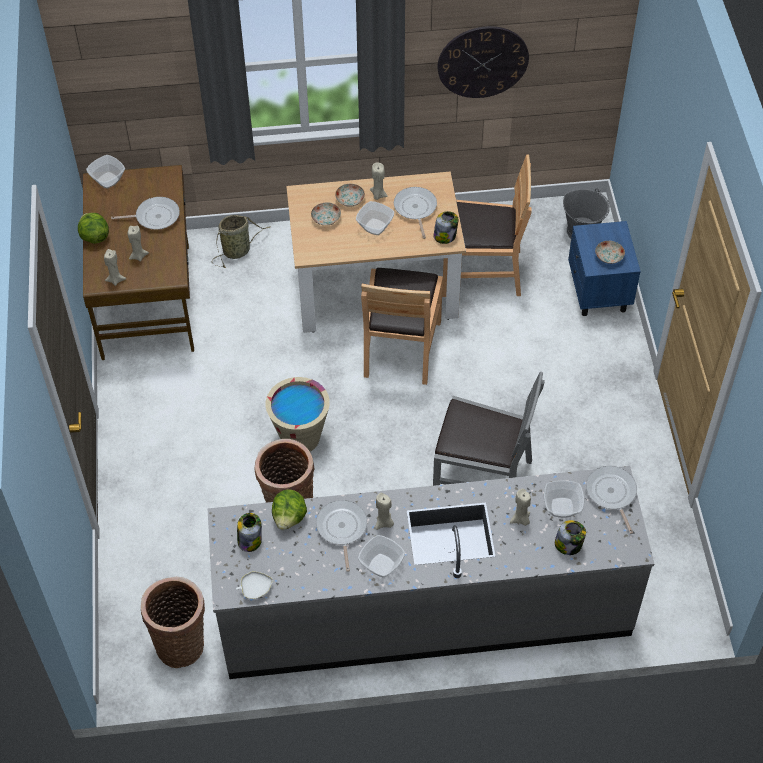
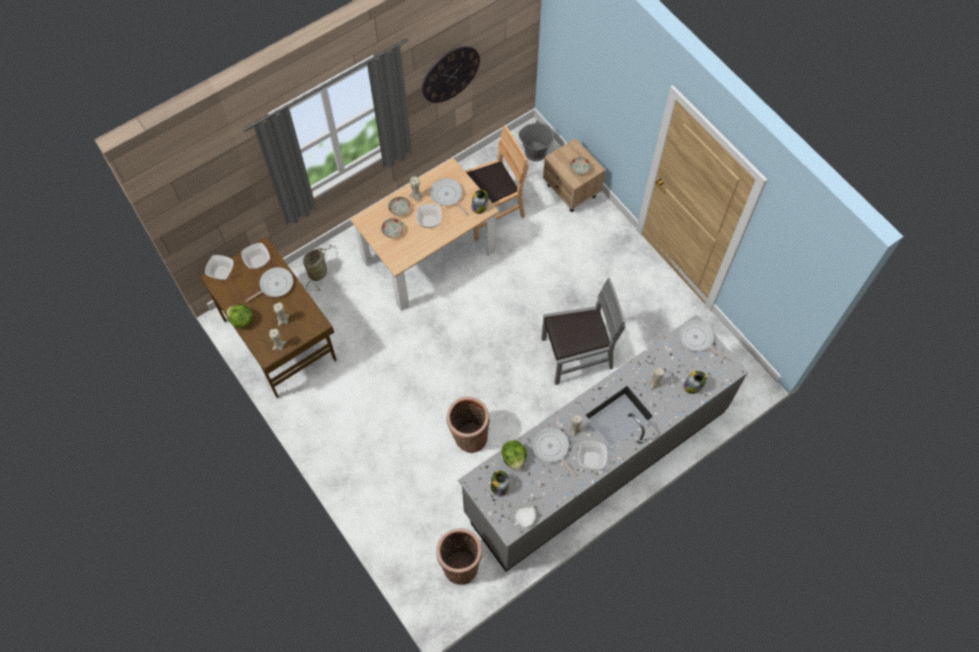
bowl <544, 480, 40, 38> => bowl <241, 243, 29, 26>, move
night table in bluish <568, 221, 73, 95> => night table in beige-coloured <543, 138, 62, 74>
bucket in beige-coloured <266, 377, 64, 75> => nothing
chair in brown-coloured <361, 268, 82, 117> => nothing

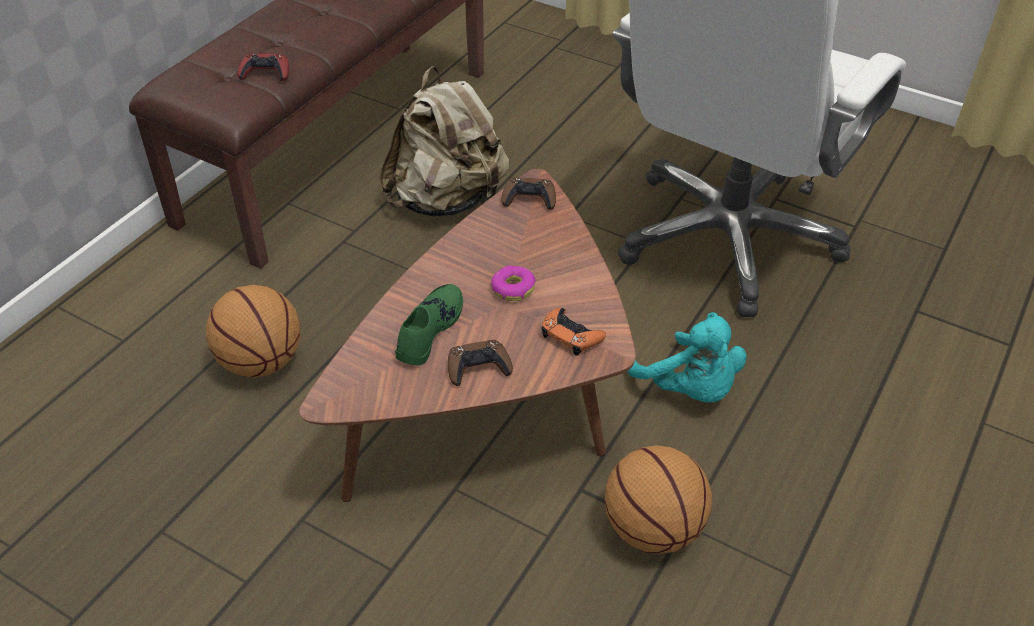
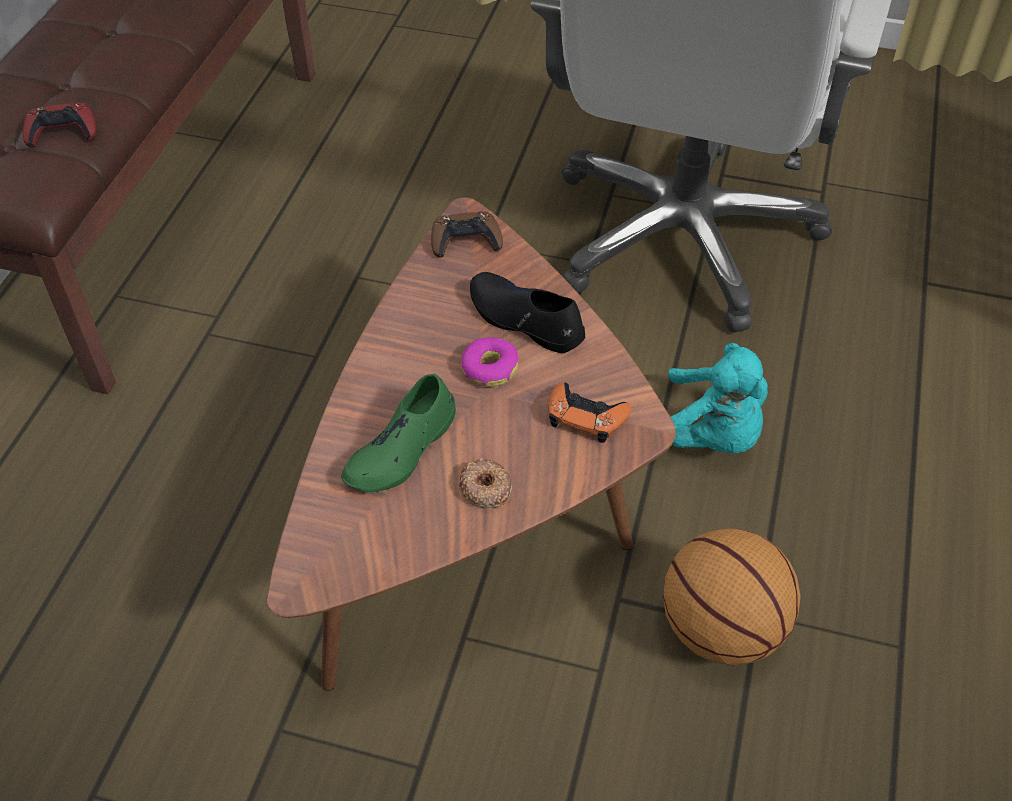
low shoe in green <395, 284, 68, 81> => low shoe in green <341, 374, 115, 118>, 150 degrees counterclockwise
game controller in brown-coloured <448, 340, 65, 46> => ring doughnut <459, 458, 53, 50>
nothing => low shoe in blackish <470, 272, 115, 81>
ball for basketball <206, 285, 95, 93> => nothing
knapsack in beige-coloured <379, 66, 130, 151> => nothing

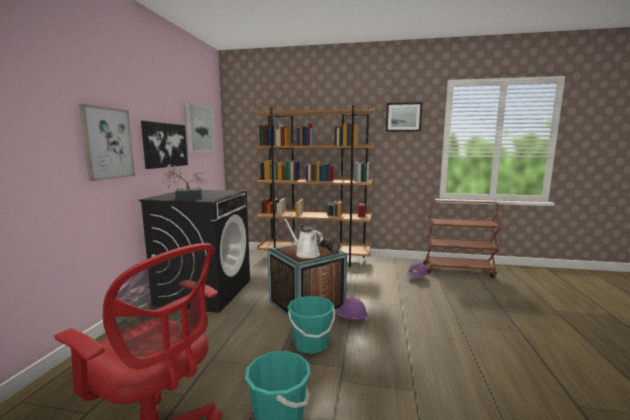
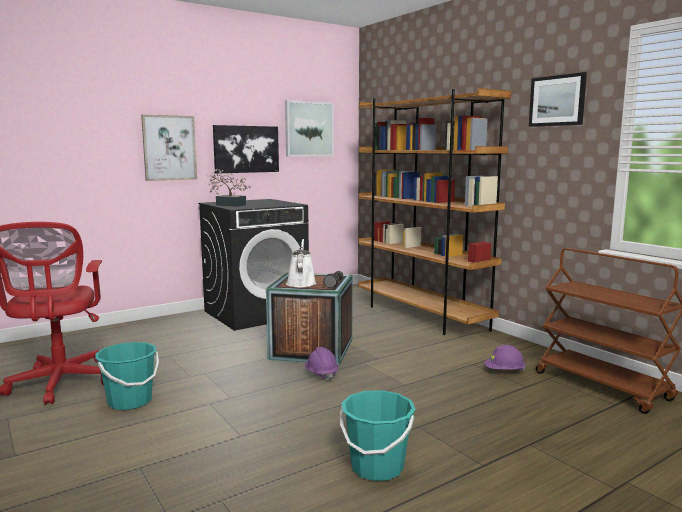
bucket in turquoise <288, 296, 47, 58> => bucket in turquoise <340, 390, 75, 91>, move

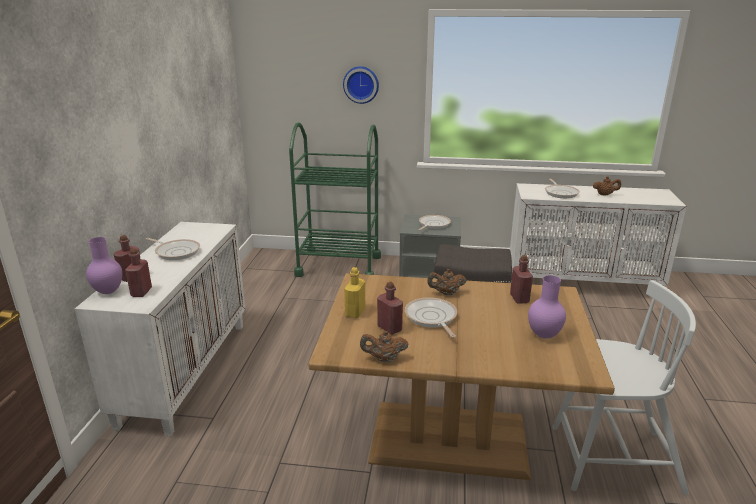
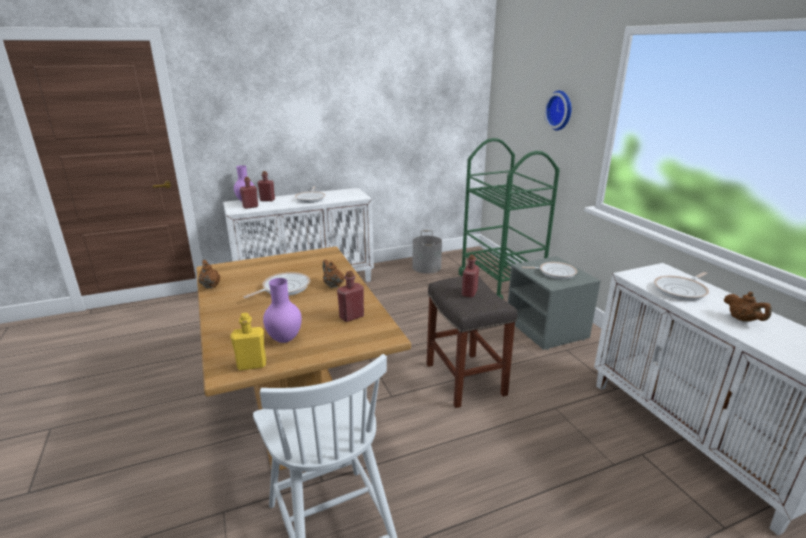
bottle in yellow-coloured <344, 267, 21, 51> => bottle in yellow-coloured <230, 313, 36, 57>, move
nothing => bucket in greyish <412, 230, 30, 44>
bottle in red <377, 282, 26, 53> => bottle in red <462, 255, 17, 43>, move

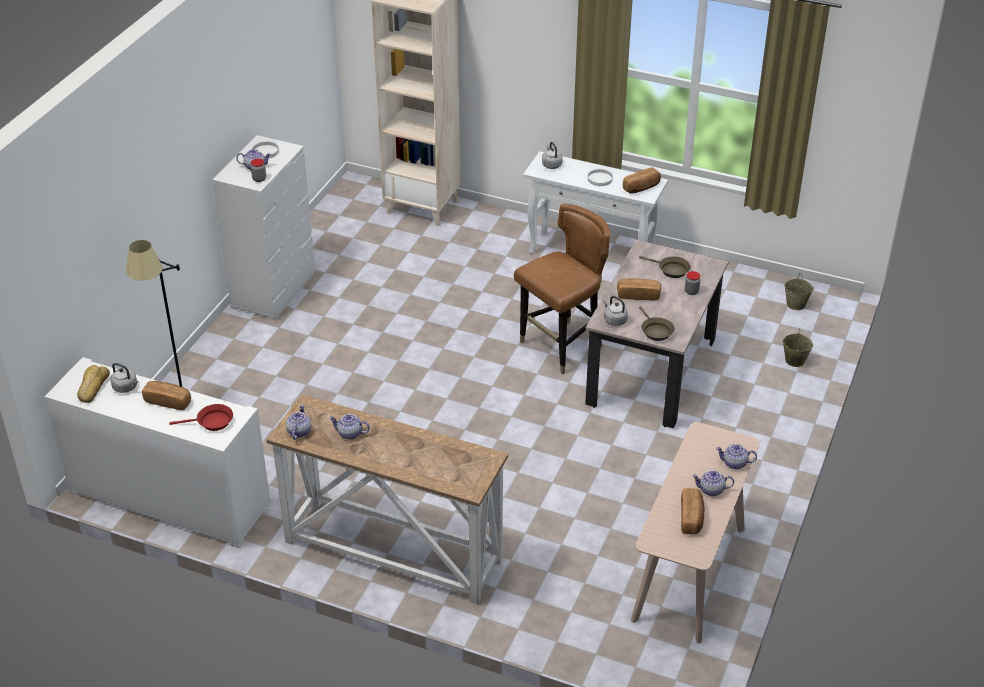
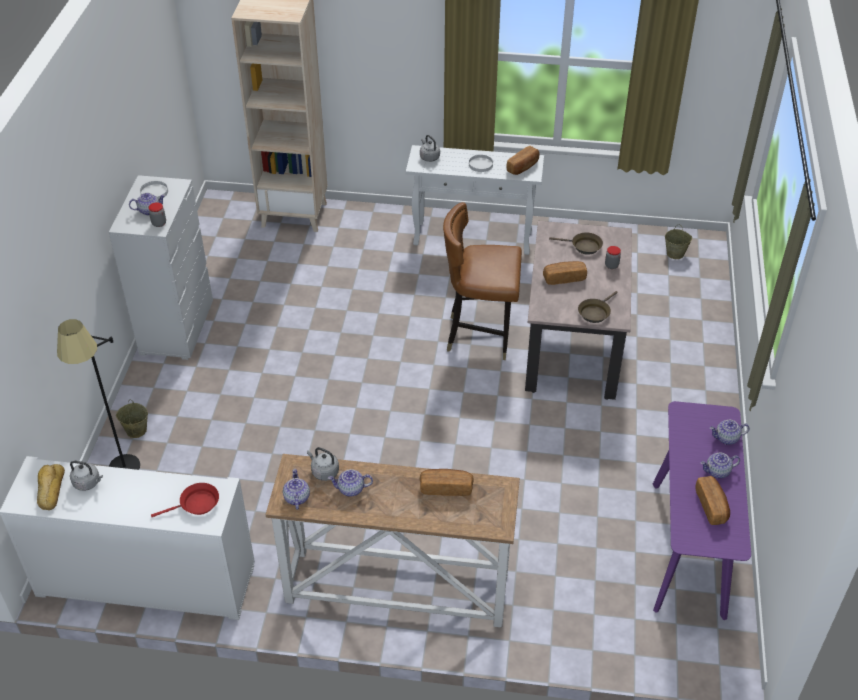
bucket in beige-coloured <782, 328, 31, 39> => bucket in beige-coloured <116, 399, 32, 39>, move
water kettle in greyish <603, 296, 25, 30> => water kettle in greyish <307, 447, 32, 34>, move
bakery bread <142, 381, 49, 29> => bakery bread <420, 469, 54, 27>, move
chair in brown-coloured <514, 204, 96, 170> => chair in brown-coloured <443, 202, 79, 158>, 120 degrees counterclockwise
pan in brown-coloured <639, 306, 35, 35> => pan in brown-coloured <578, 291, 40, 32>, 75 degrees clockwise
narrow table in beige-coloured <631, 422, 129, 221> => narrow table in purple-coloured <653, 401, 98, 219>

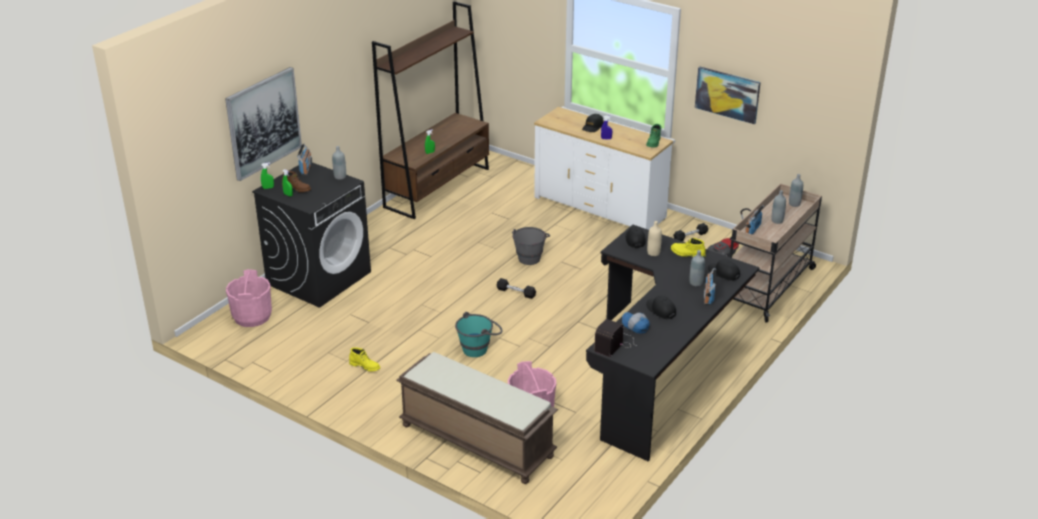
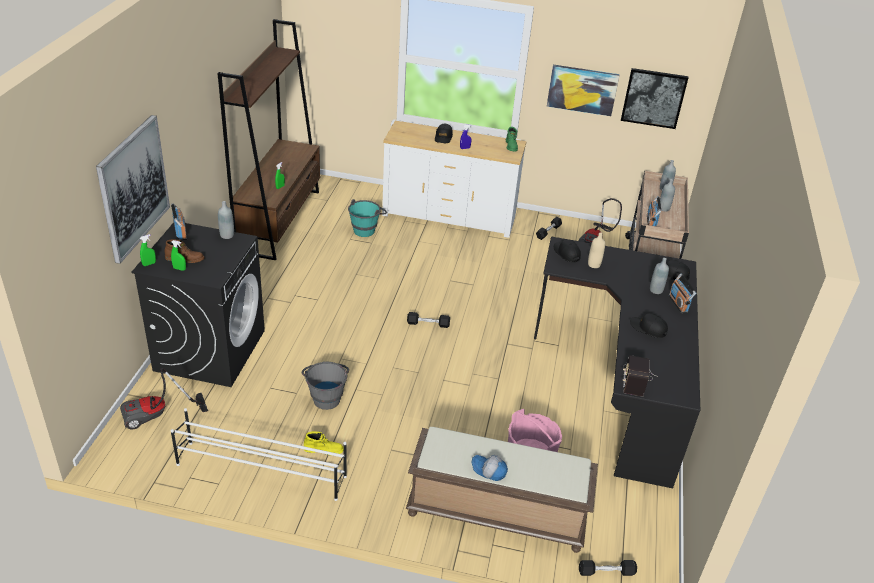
bucket in pinkish <226, 269, 46, 58> => vacuum <120, 368, 88, 62>
nothing => shoe stand in whitish <171, 408, 176, 93>
bucket in greyish <512, 227, 38, 38> => bucket in greyish <302, 362, 47, 48>, move
bucket in turquoise <455, 312, 48, 45> => bucket in turquoise <348, 199, 39, 38>, move
baseball cap <622, 312, 28, 22> => baseball cap <472, 455, 36, 26>, move
nothing => free weight in blackish <579, 560, 58, 16>
nothing => picture <621, 68, 67, 61>
tall boot in yellow-coloured <671, 238, 35, 20> => nothing

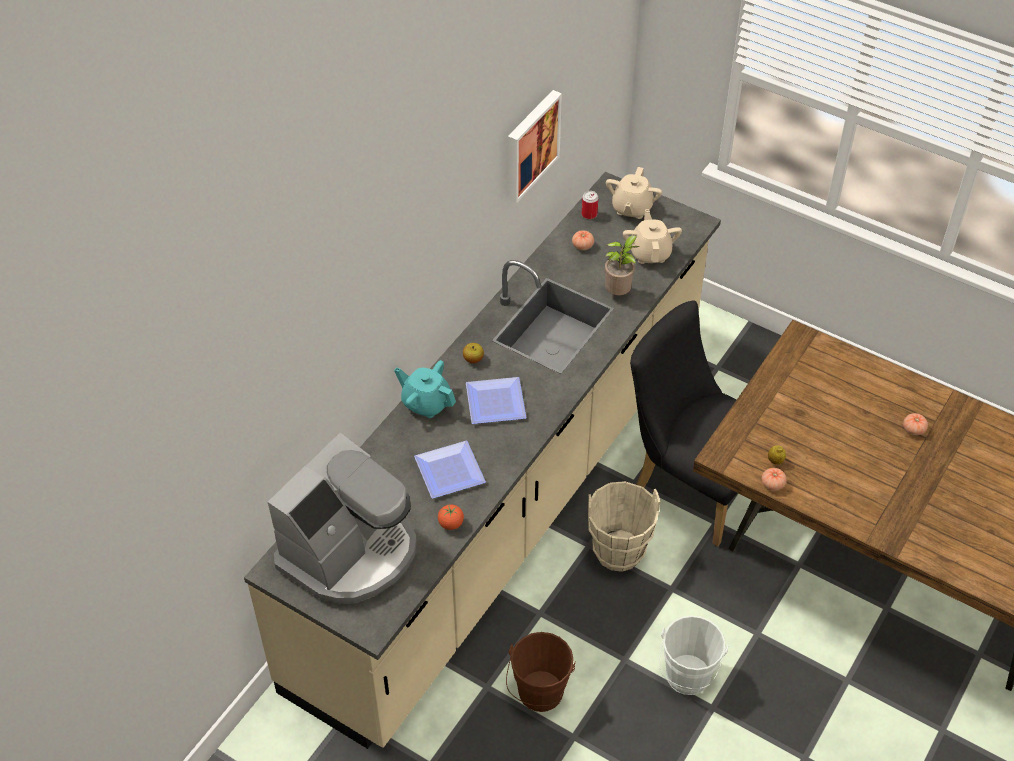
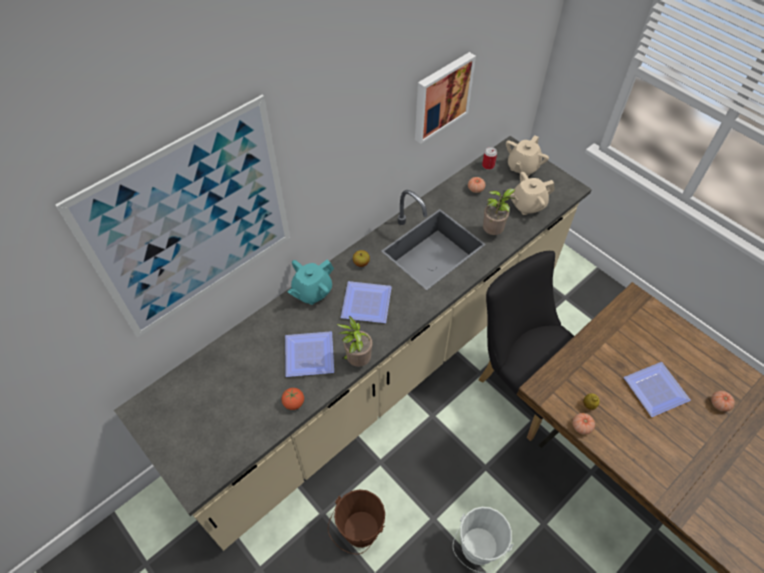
nothing => picture <55, 95, 235, 243>
teapot in turquoise <394, 360, 62, 58> => teapot in turquoise <287, 260, 47, 45>, 90 degrees counterclockwise
nothing => potted plant <337, 316, 36, 51>
teapot in beige-coloured <623, 209, 59, 55> => teapot in beige-coloured <510, 172, 44, 43>, 120 degrees counterclockwise
nothing => dinner plate <624, 362, 67, 55>
coffee brewer <268, 433, 149, 171> => nothing
bucket in beige-coloured <588, 481, 72, 91> => nothing

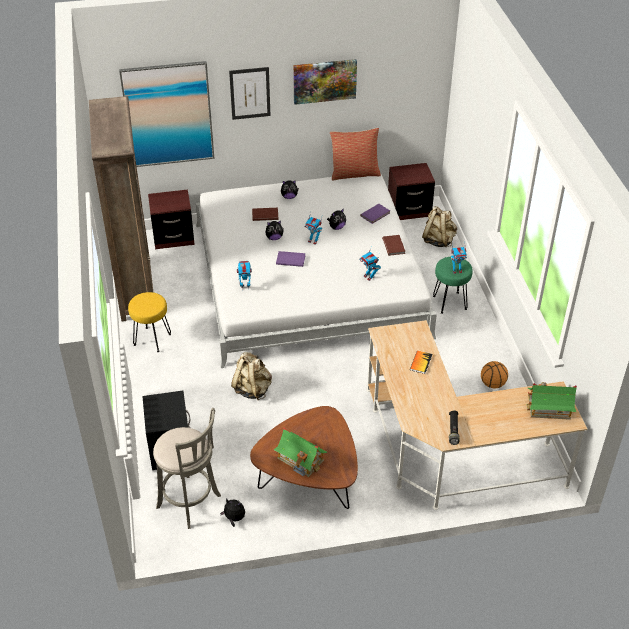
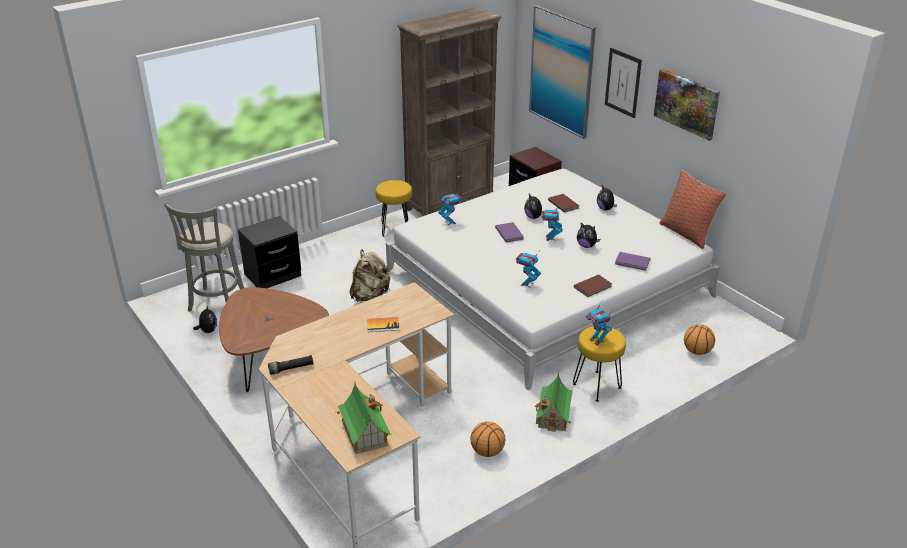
toy house <274, 428, 54, 49> => toy house <535, 372, 38, 60>, move
stool seat in green <433, 257, 40, 57> => stool seat in yellow-coloured <573, 326, 53, 76>
knapsack in beige-coloured <422, 206, 35, 42> => ball for basketball <684, 324, 31, 31>
night table in brown-coloured <388, 163, 47, 57> => nothing

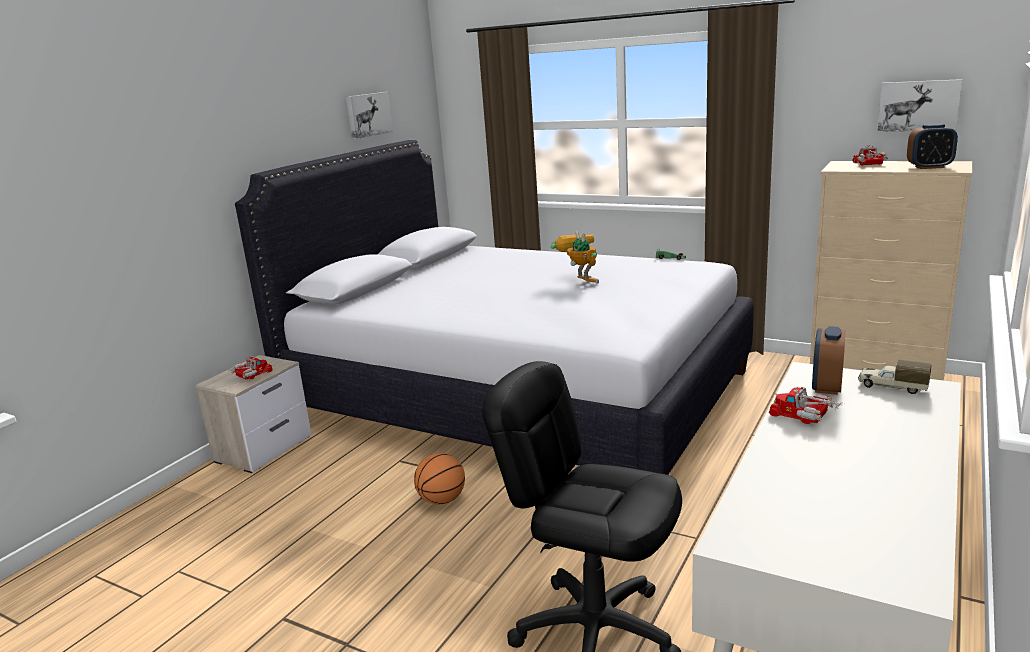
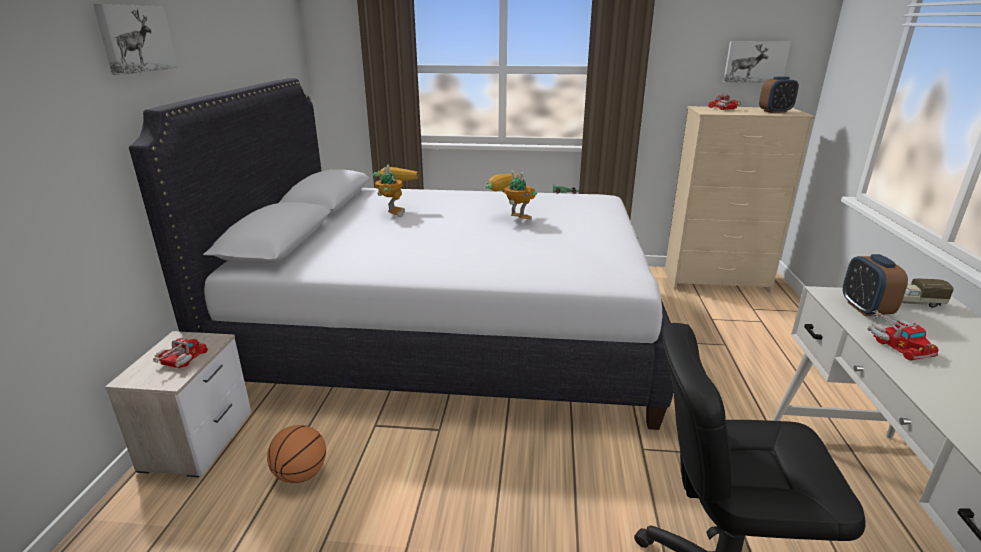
picture <346, 92, 47, 47> => picture <93, 4, 85, 71>, move
ball for basketball <414, 453, 51, 51> => ball for basketball <267, 425, 59, 58>, move
nothing => model robot <373, 164, 46, 53>
toy lorry <769, 387, 75, 37> => toy lorry <868, 310, 71, 50>, 120 degrees counterclockwise

